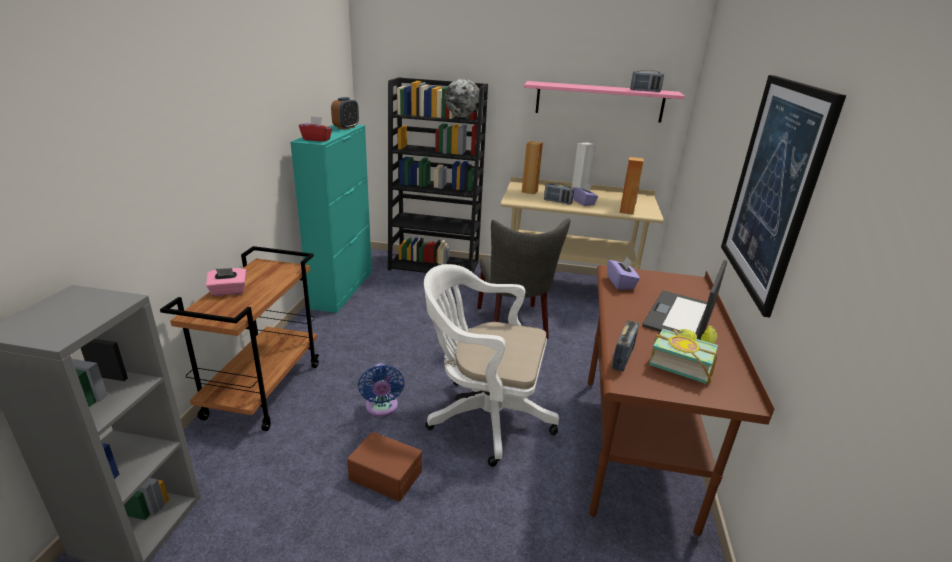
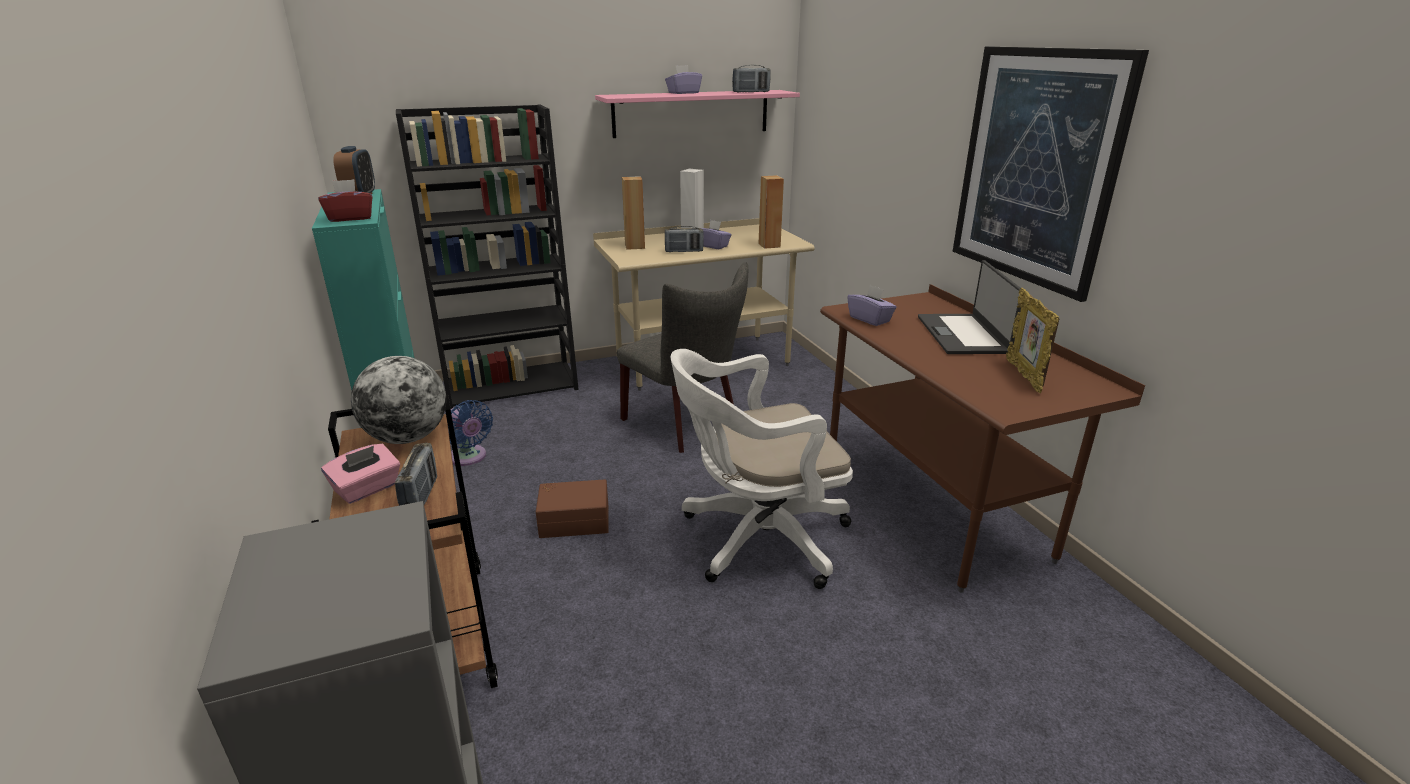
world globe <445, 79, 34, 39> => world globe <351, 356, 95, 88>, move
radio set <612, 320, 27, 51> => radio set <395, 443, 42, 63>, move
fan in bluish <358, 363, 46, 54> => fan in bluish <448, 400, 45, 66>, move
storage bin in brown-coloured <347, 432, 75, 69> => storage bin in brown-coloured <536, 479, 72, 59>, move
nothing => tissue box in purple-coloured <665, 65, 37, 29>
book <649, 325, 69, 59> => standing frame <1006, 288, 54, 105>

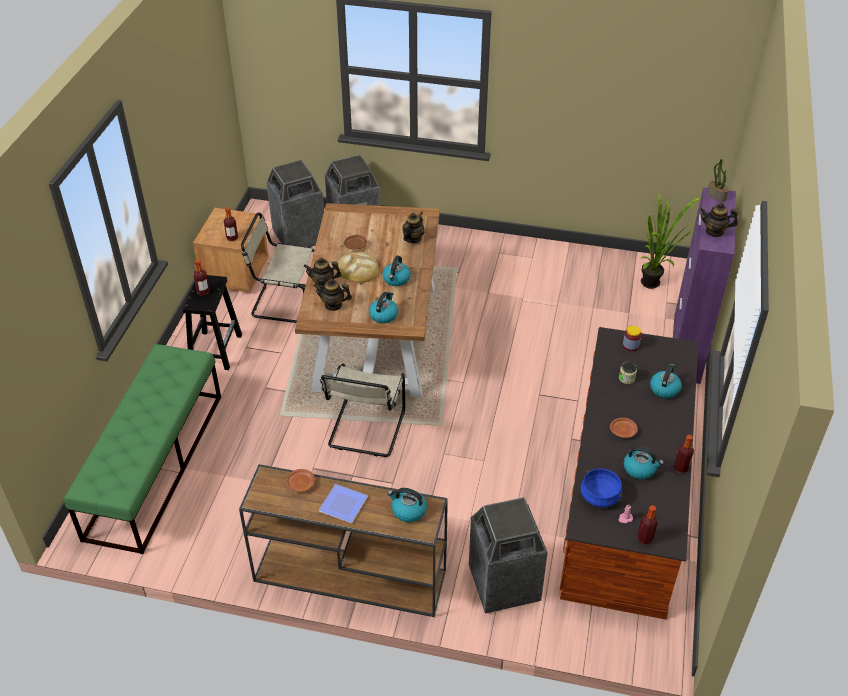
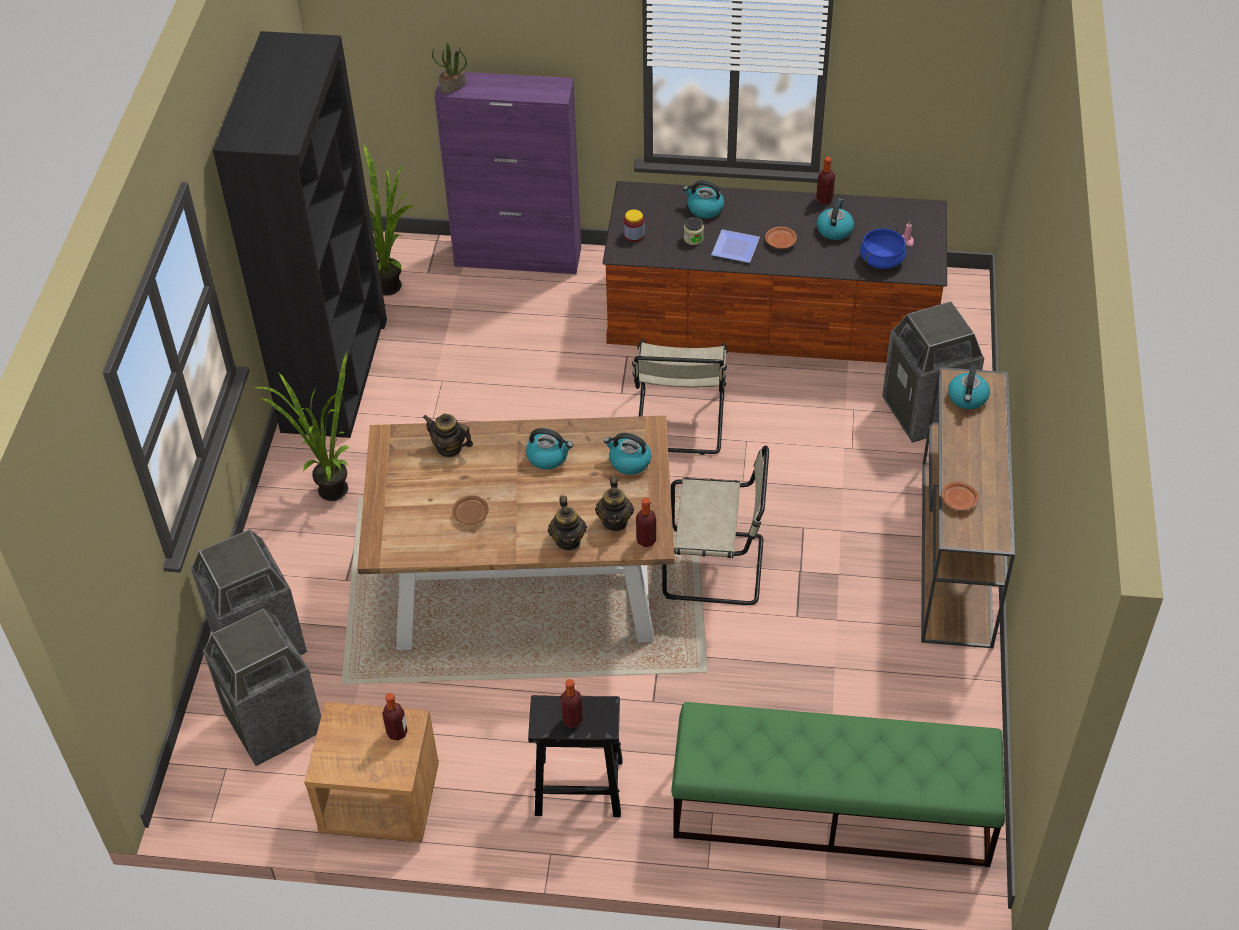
nothing => shelving unit in blackish <213, 31, 174, 407>
nothing => potted plant <254, 352, 96, 149>
chair in beige-coloured <241, 212, 74, 111> => chair in beige-coloured <632, 339, 96, 116>, move
bottle <637, 505, 21, 39> => bottle <636, 497, 20, 50>, move
dinner plate <318, 484, 50, 39> => dinner plate <711, 229, 49, 34>, move
bakery bread <336, 252, 43, 31> => nothing
teapot <700, 203, 38, 34> => nothing

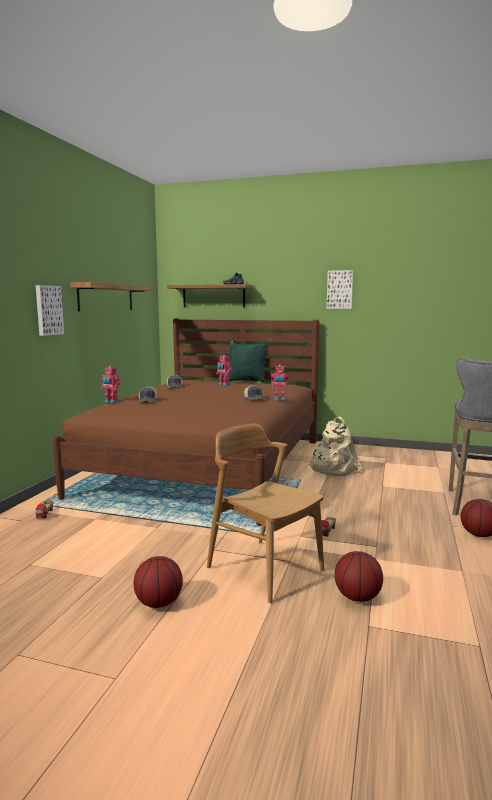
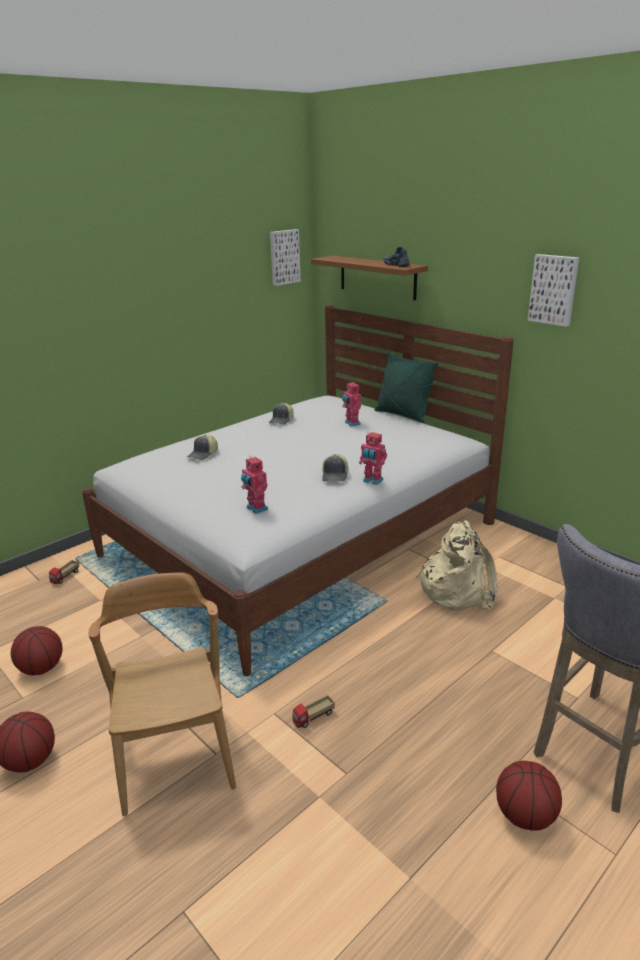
ball for basketball <335, 551, 48, 51> => ball for basketball <11, 626, 51, 49>, move
bed in brown-coloured <52, 318, 268, 208> => bed in whitish <82, 305, 432, 371>
model robot <101, 366, 19, 37> => model robot <241, 457, 27, 57>, move
picture <36, 285, 28, 51> => picture <270, 229, 31, 57>, move
wall shelf <70, 282, 82, 29> => nothing

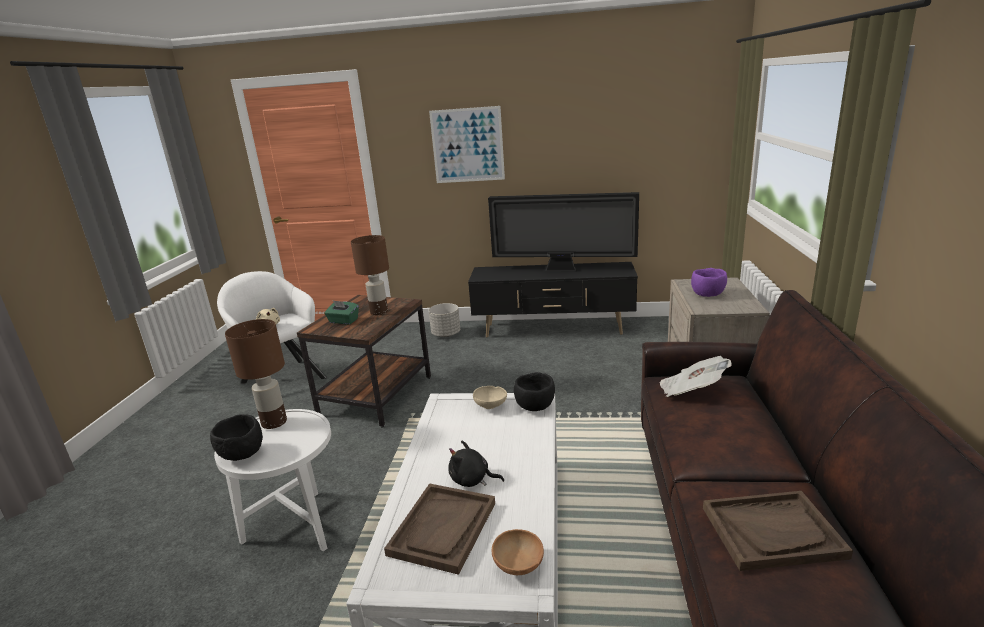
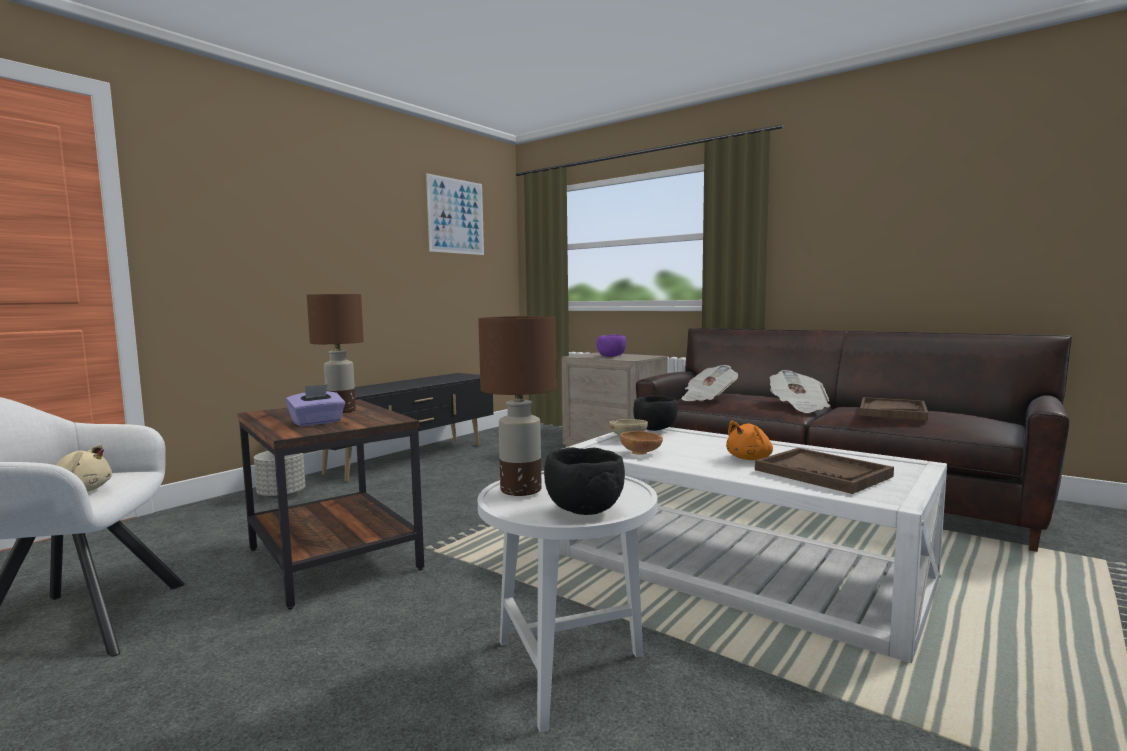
tissue box in green <324, 301, 35, 23> => tissue box in purple-coloured <286, 384, 59, 42>
picture <429, 106, 76, 77> => picture <426, 173, 58, 82>, move
bowl in brown-coloured <492, 529, 52, 46> => bowl in brown-coloured <620, 431, 43, 24>, move
soft toy in blackish <448, 441, 56, 46> => soft toy in orange-coloured <726, 421, 47, 39>
nothing => daily paper <770, 370, 61, 43>
television <488, 192, 151, 79> => nothing

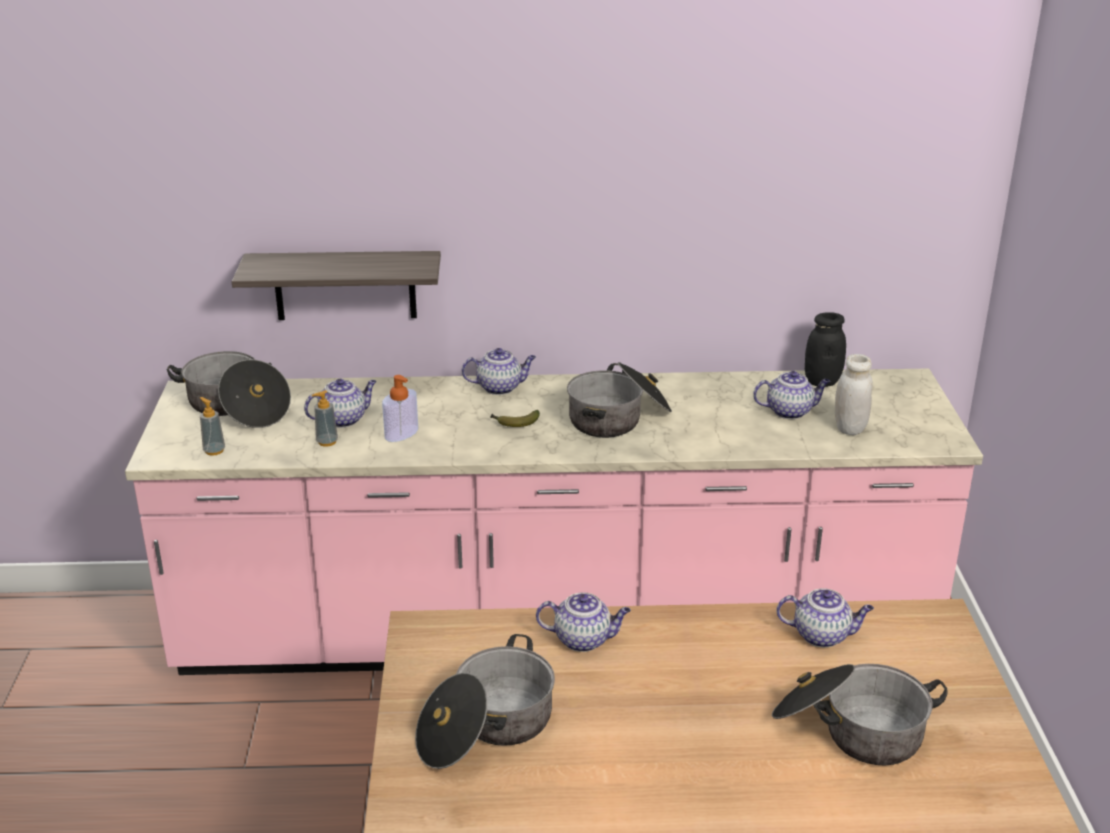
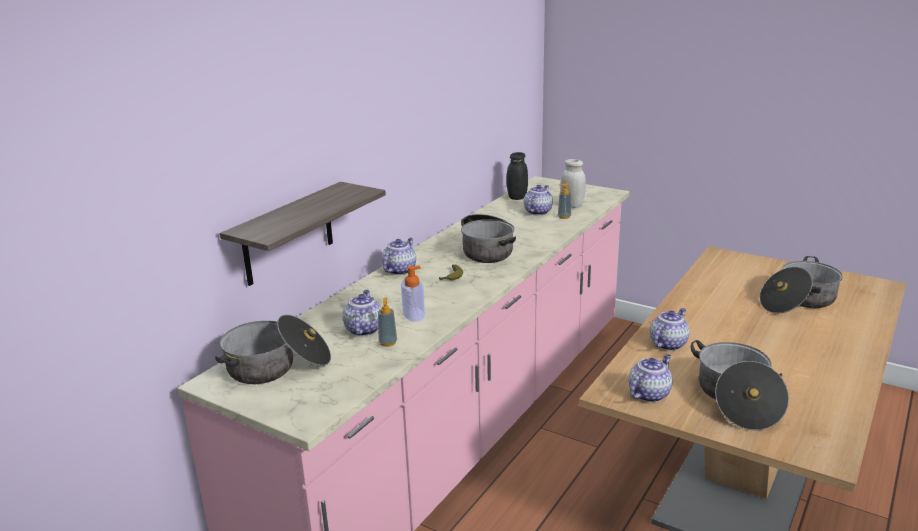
soap dispenser <200, 397, 25, 59> => soap dispenser <558, 183, 13, 36>, move
teapot <776, 588, 98, 60> => teapot <628, 354, 45, 48>, move

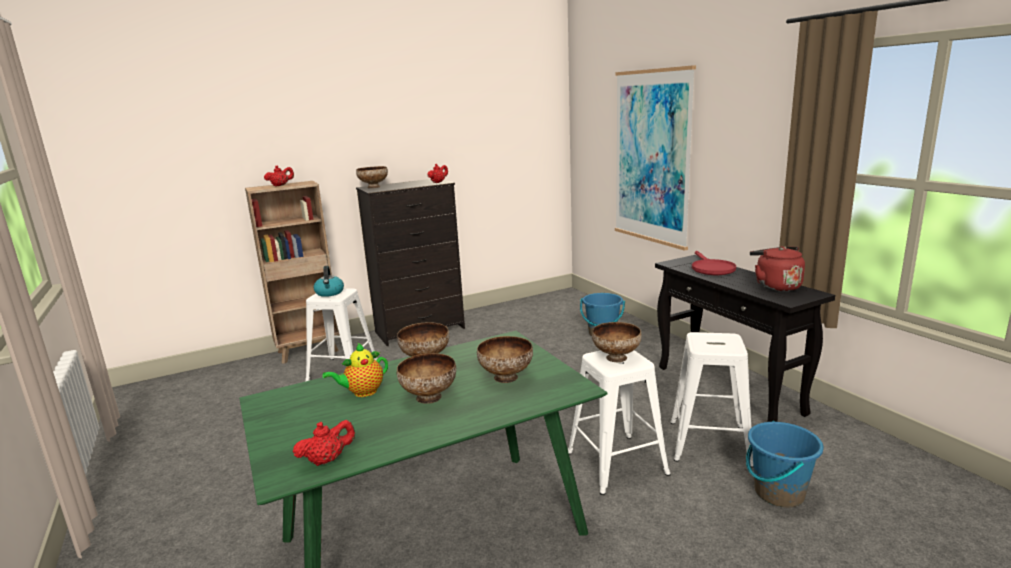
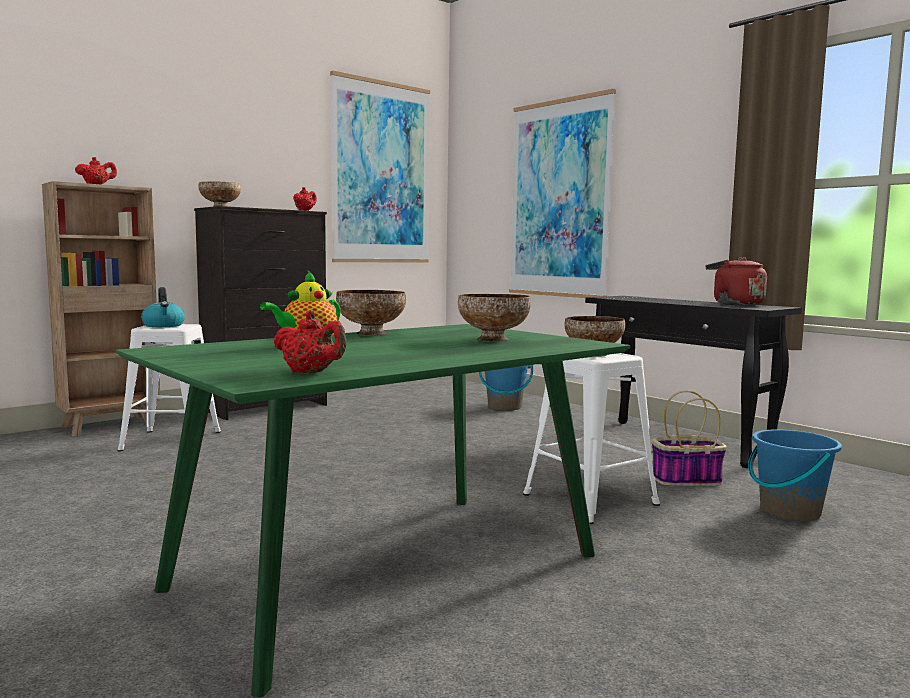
teapot in red <293, 420, 62, 46> => teapot in red <273, 310, 74, 63>, 75 degrees clockwise
nothing => picture <330, 71, 100, 191>
stool seat in whitish <670, 332, 83, 136> => household basket <652, 390, 75, 96>
bowl <397, 353, 59, 51> => nothing
pan in red <692, 251, 44, 24> => nothing

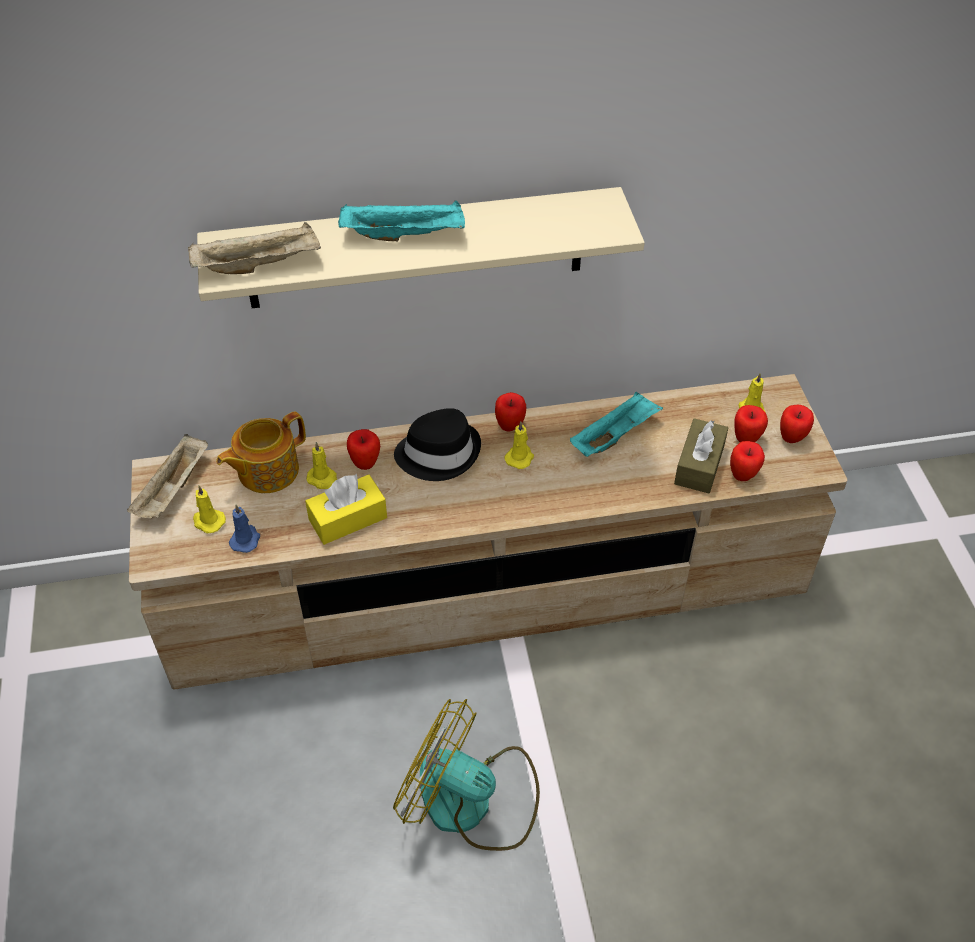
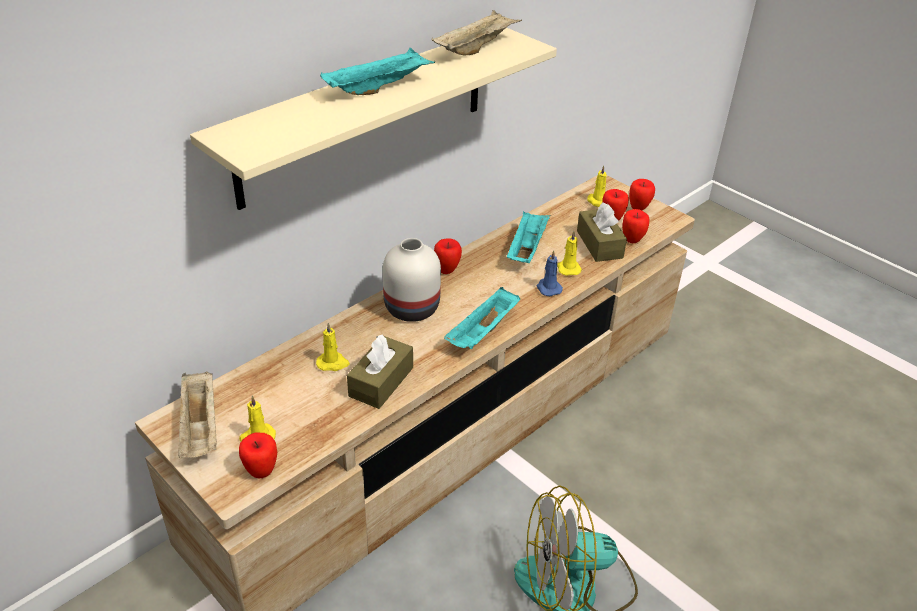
apple <347, 429, 33, 41> => apple <239, 432, 38, 47>, move
tissue box in yellow-coloured <305, 474, 82, 71> => tissue box in brown-coloured <347, 335, 66, 74>
clothing hat in blackish <394, 408, 87, 73> => flower vase in whitish <383, 238, 58, 84>
serving tray in beige-coloured <188, 222, 133, 52> => serving tray in beige-coloured <432, 10, 90, 46>, move
nothing => serving tray in turquoise <444, 287, 76, 62>
wax light in bluish <229, 504, 31, 49> => wax light in bluish <537, 250, 26, 46>, move
wax light in yellow-coloured <504, 421, 30, 48> => wax light in yellow-coloured <557, 231, 25, 45>, move
teapot <216, 411, 90, 82> => nothing

